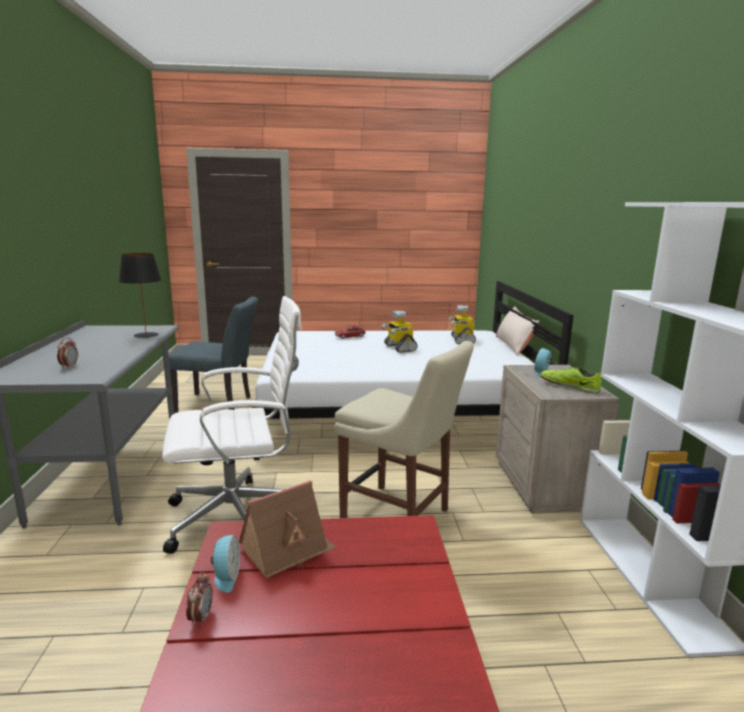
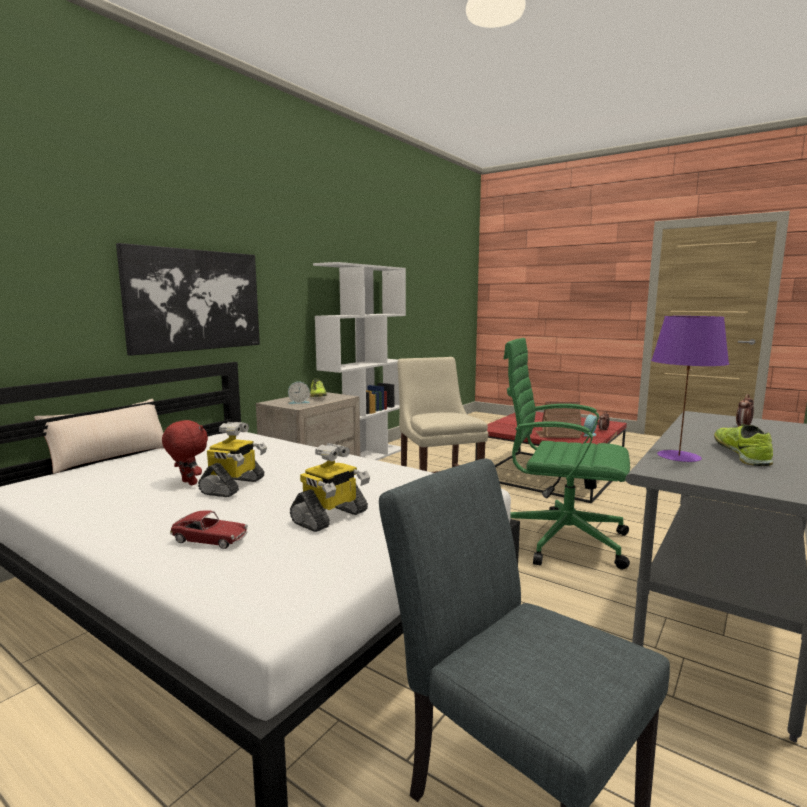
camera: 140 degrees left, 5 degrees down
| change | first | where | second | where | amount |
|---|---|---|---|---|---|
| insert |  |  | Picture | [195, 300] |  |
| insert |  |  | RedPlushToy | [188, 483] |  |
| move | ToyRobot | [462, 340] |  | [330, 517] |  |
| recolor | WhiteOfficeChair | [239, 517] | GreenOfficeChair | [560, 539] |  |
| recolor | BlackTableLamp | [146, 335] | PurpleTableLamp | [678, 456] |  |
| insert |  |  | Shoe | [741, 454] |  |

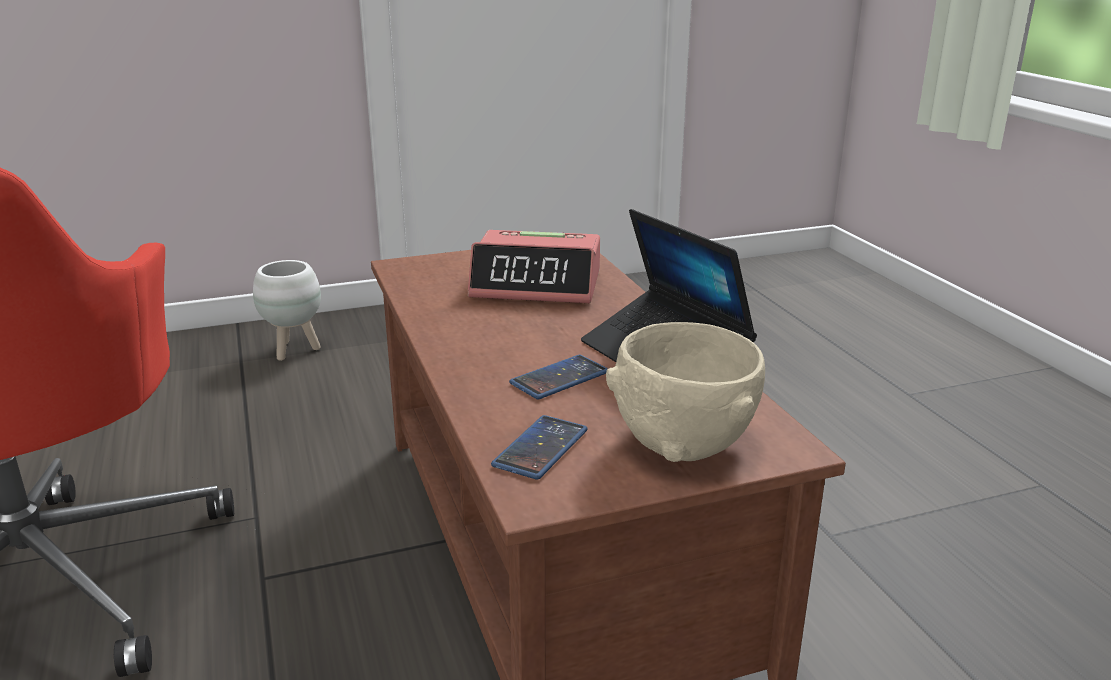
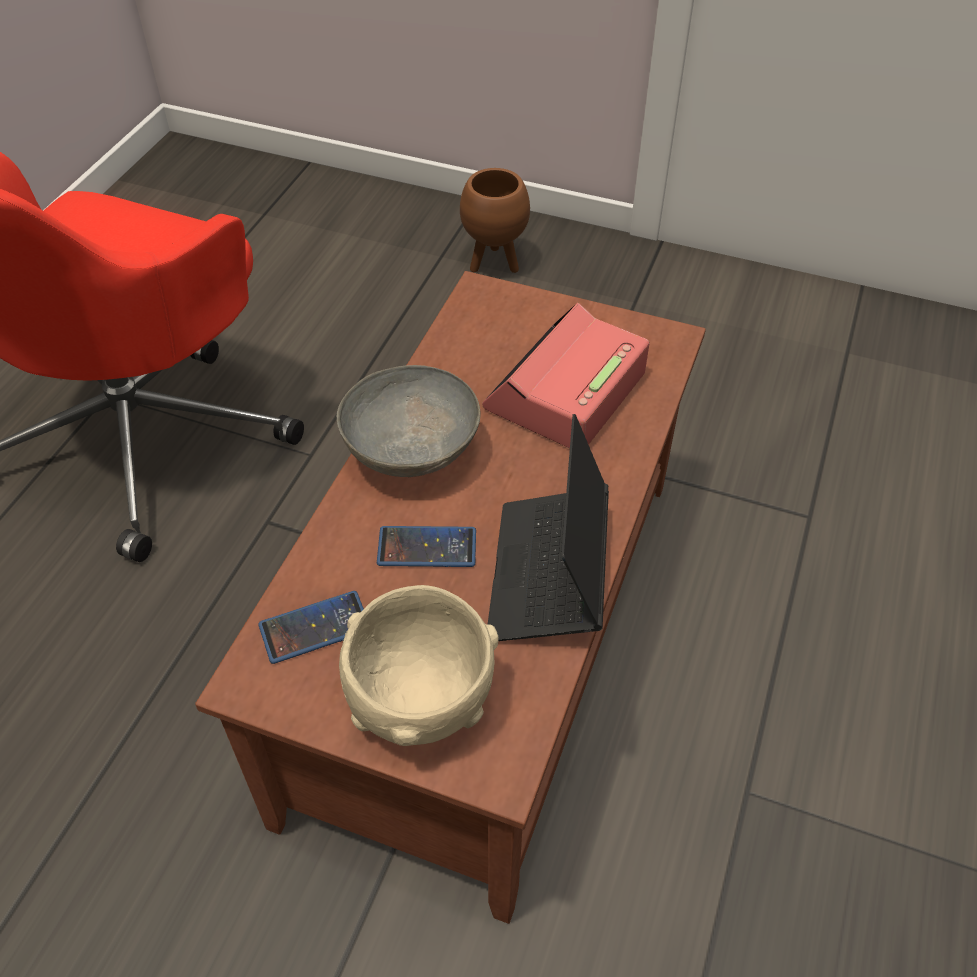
camera: 40 degrees right, 25 degrees up
| change | first | where | second | where | amount |
|---|---|---|---|---|---|
| insert |  |  | GreyBowl | [410, 455] |  |
| recolor | WhitePlanter | [294, 350] | BrownPlanter | [495, 263] |  |
| rotate | AlarmClock | [537, 284] |  | [565, 392] | 75 degrees clockwise |

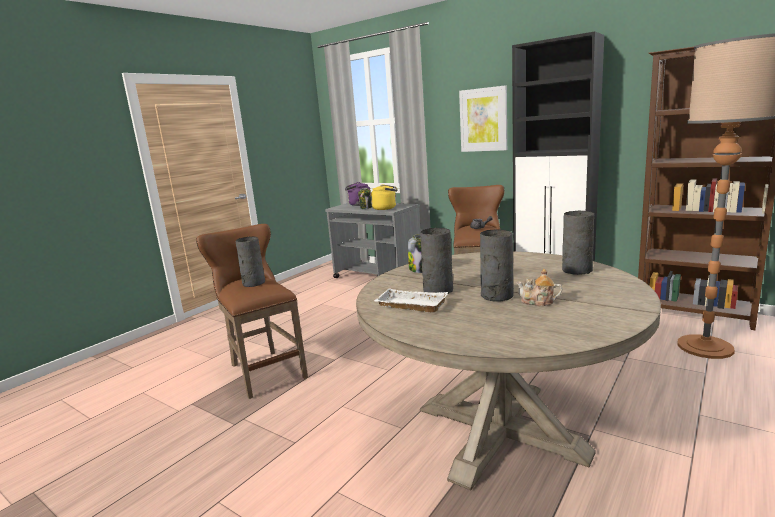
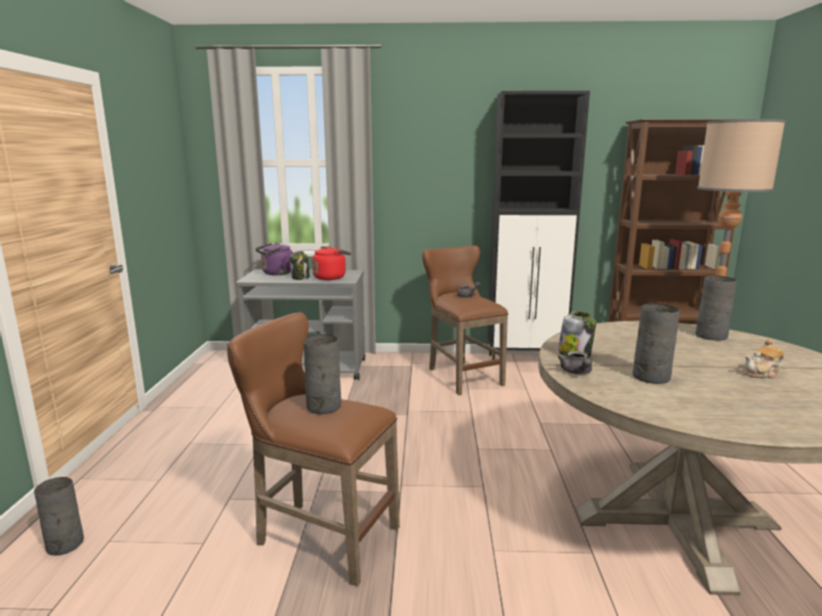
camera: 35 degrees left, 0 degrees up
| change | first | where | second | where | amount |
|---|---|---|---|---|---|
| move | GreyVase | [496, 296] |  | [64, 545] |  |
| recolor | YellowKettle | [386, 208] | RedKettle | [331, 277] |  |
| insert |  |  | GreyTeapot | [577, 372] |  |
| delete | WhiteTray | [409, 305] |  |  |  |
| delete | Picture | [483, 120] |  |  |  |

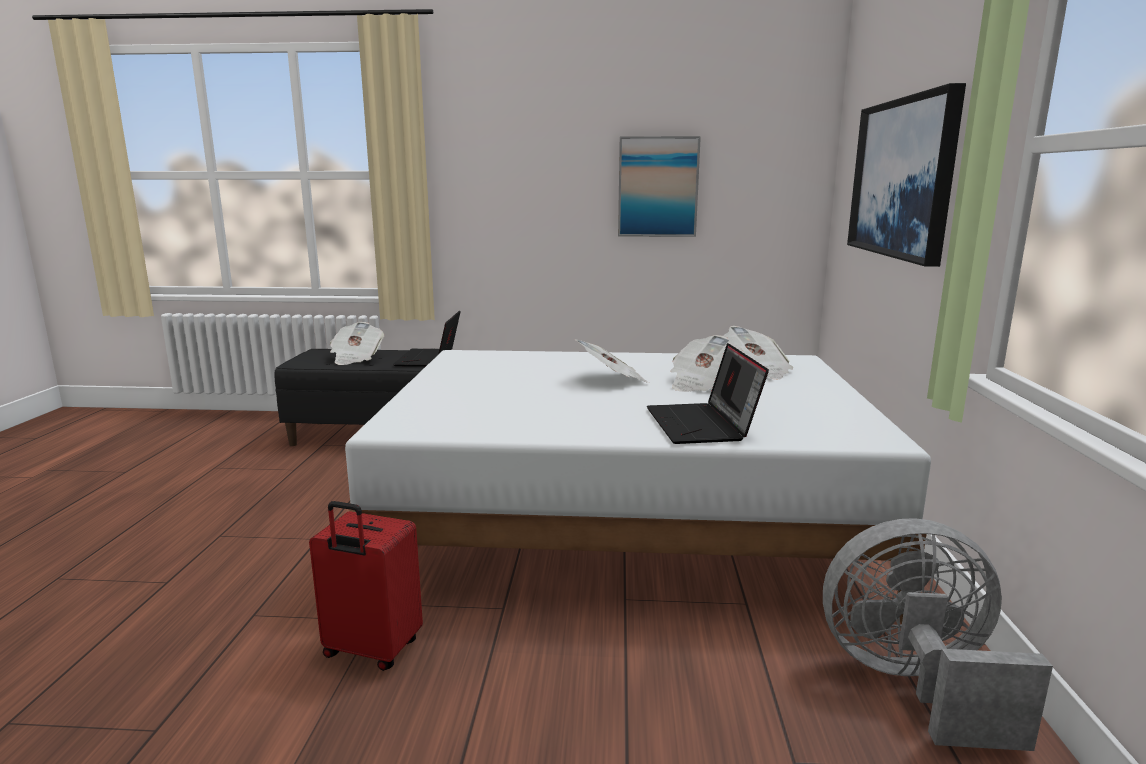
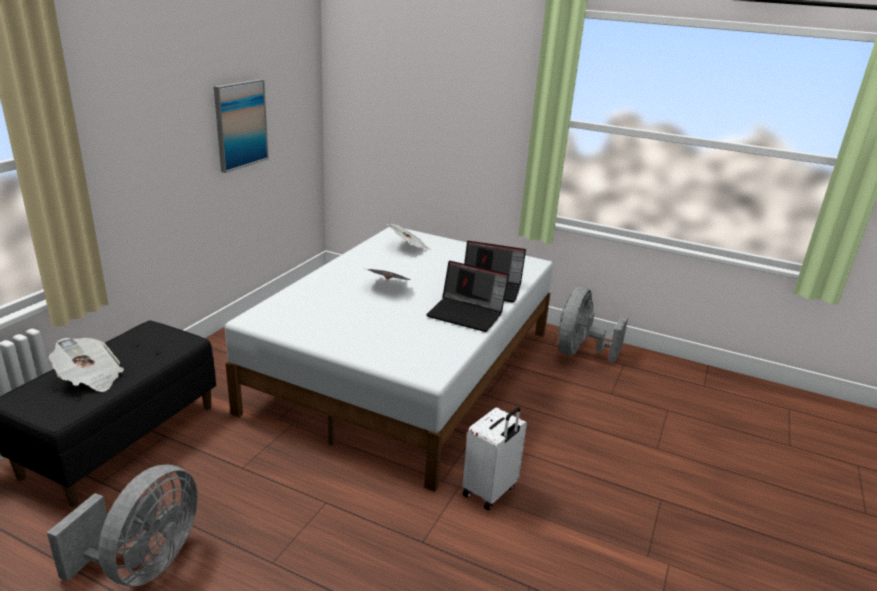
camera: 70 degrees left, 10 degrees up
| change | first | where | second | where | amount |
|---|---|---|---|---|---|
| insert |  |  | GreyFan | [143, 564] |  |
| move | Laptop | [429, 359] |  | [467, 314] |  |
| recolor | RedSuitcase | [371, 650] | WhiteSuitcase | [490, 491] |  |
| delete | Newspaper | [702, 384] |  |  |  |
| delete | Picture | [902, 178] |  |  |  |

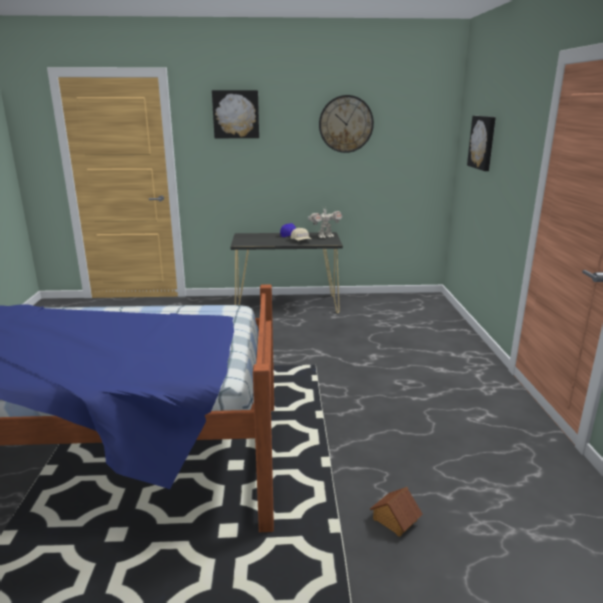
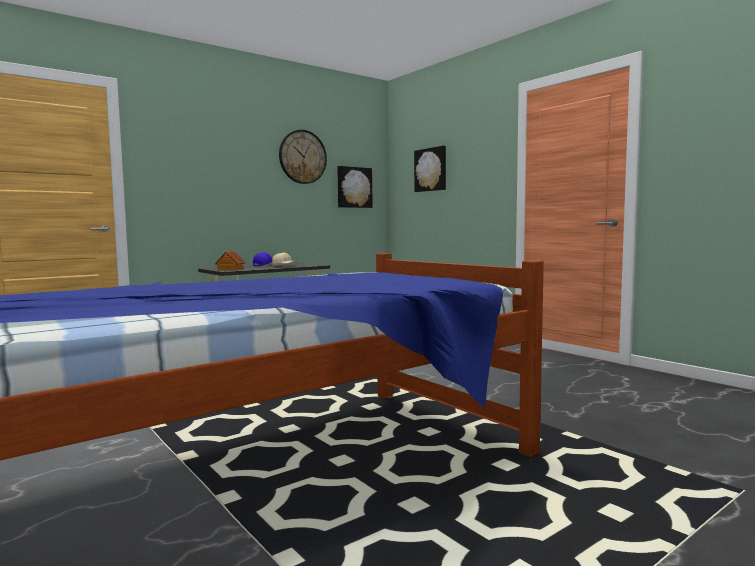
camera: 35 degrees left, 15 degrees down
| change | first | where | second | where | amount |
|---|---|---|---|---|---|
| move | ToyHouse | [394, 520] |  | [230, 269] |  |
| move | Picture | [236, 114] |  | [354, 187] |  |
| delete | ToyRobot | [325, 237] |  |  |  |

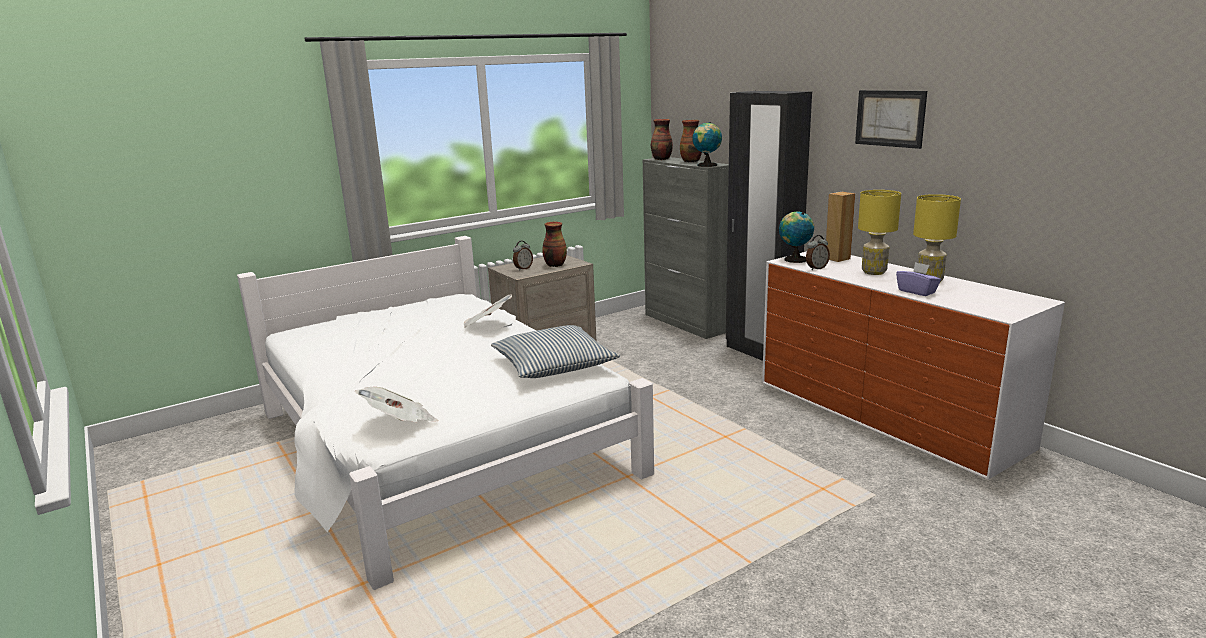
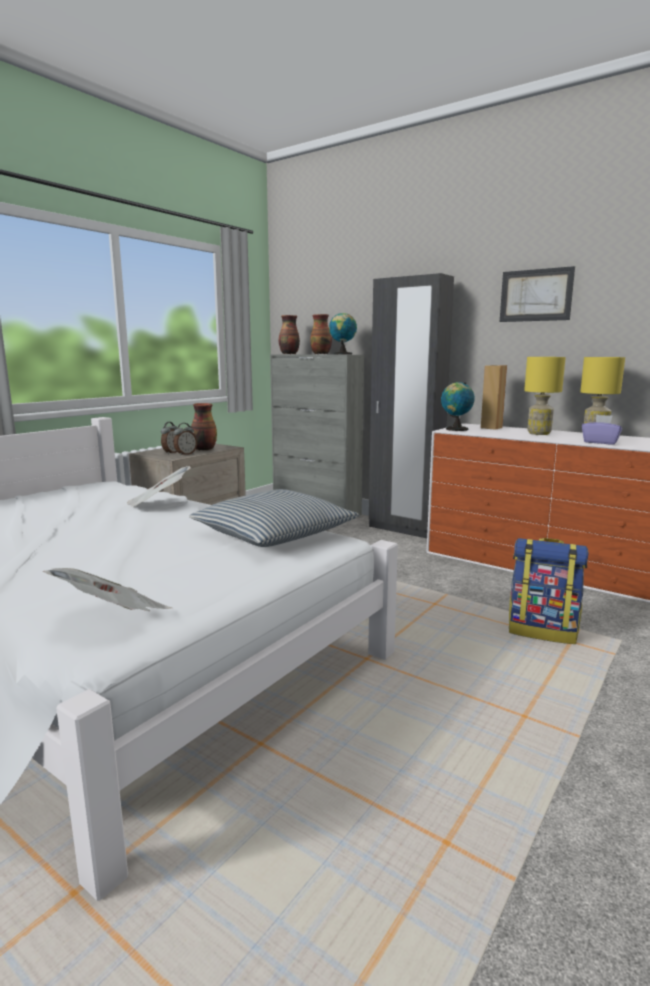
camera: 20 degrees left, 5 degrees down
| change | first | where | second | where | amount |
|---|---|---|---|---|---|
| move | AlarmClock | [816, 268] |  | [185, 454] |  |
| insert |  |  | Backpack | [542, 630] |  |

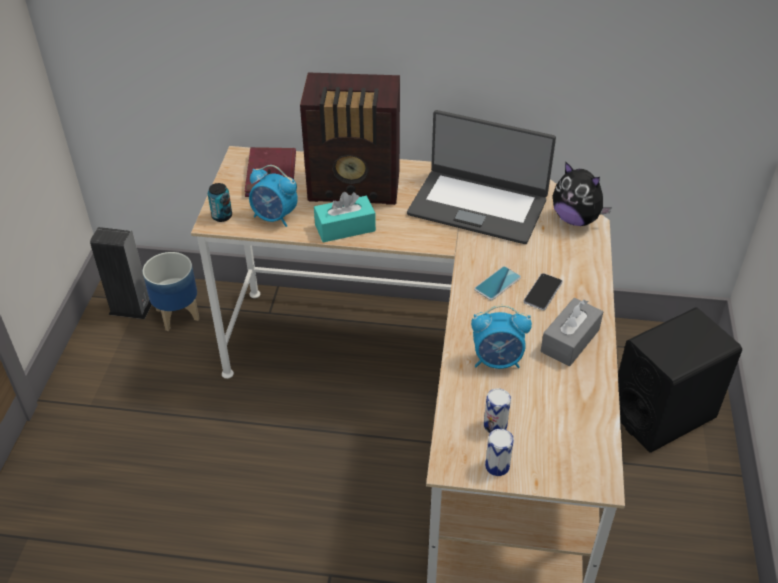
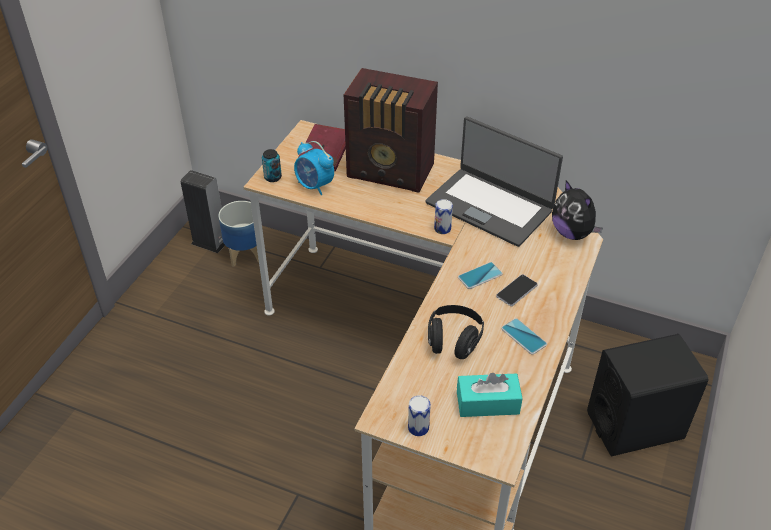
camera: 15 degrees right, 0 degrees up
| change | first | where | second | where | amount |
|---|---|---|---|---|---|
| replace | AlarmClock | [497, 361] | BlackHeadphones | [454, 341] |  |
| move | Can | [495, 425] |  | [442, 228] |  |
| move | TurquoiseTissueBox | [345, 228] |  | [487, 403] |  |
| replace | GreyTissueBox | [570, 340] | Phone | [523, 336] |  |

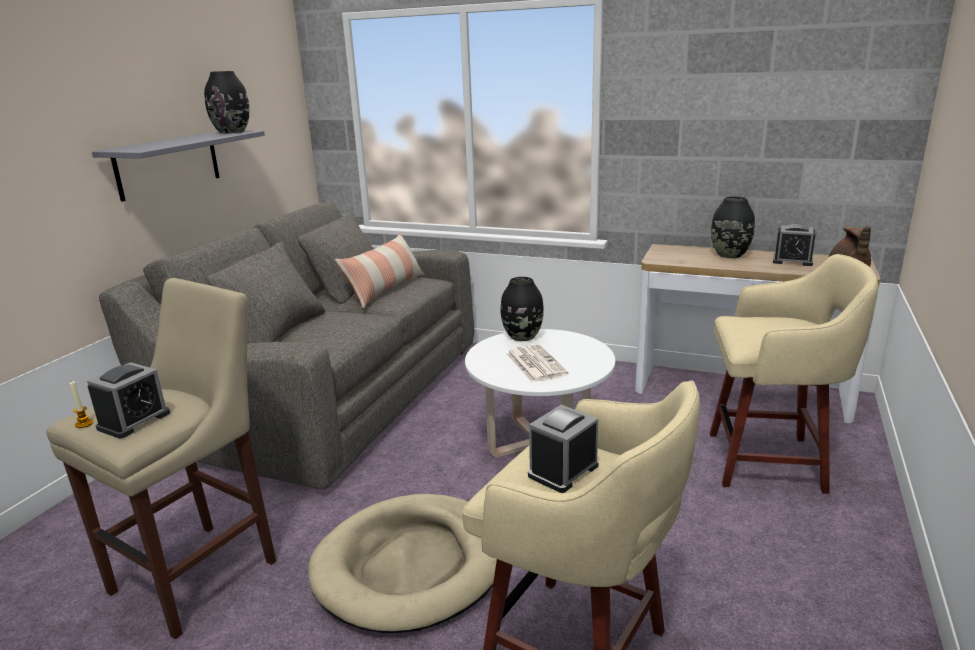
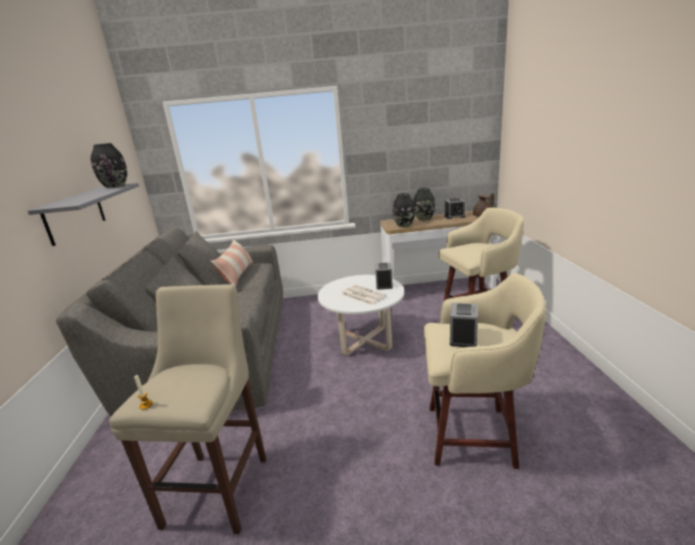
camera: 25 degrees left, 0 degrees up
| change | first | where | second | where | amount |
|---|---|---|---|---|---|
| move | AlarmClock | [134, 421] |  | [384, 284] |  |
| move | BlackVase | [522, 337] |  | [404, 225] |  |
| delete | BeigeDogBed | [412, 566] |  |  |  |

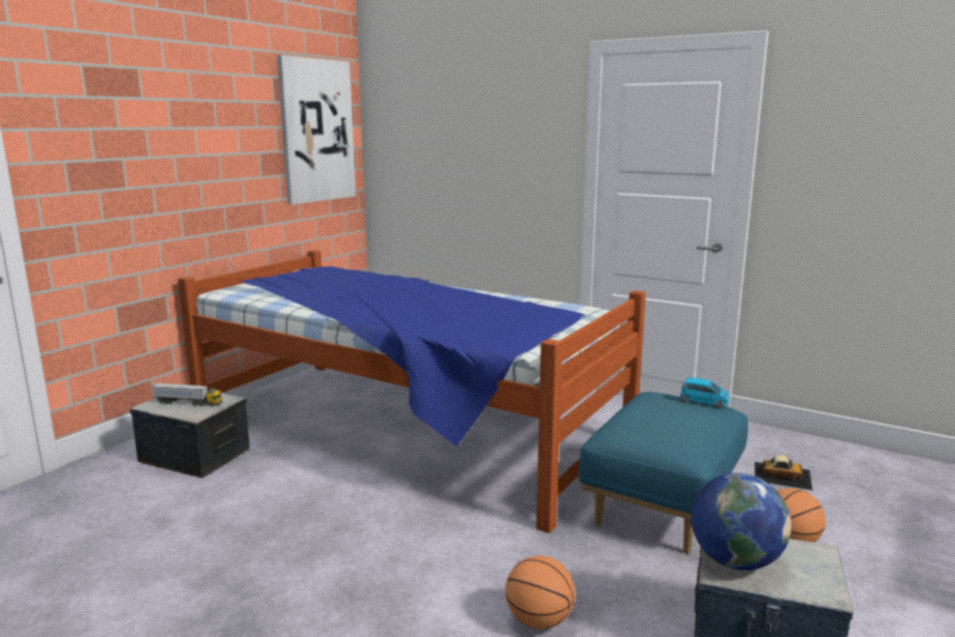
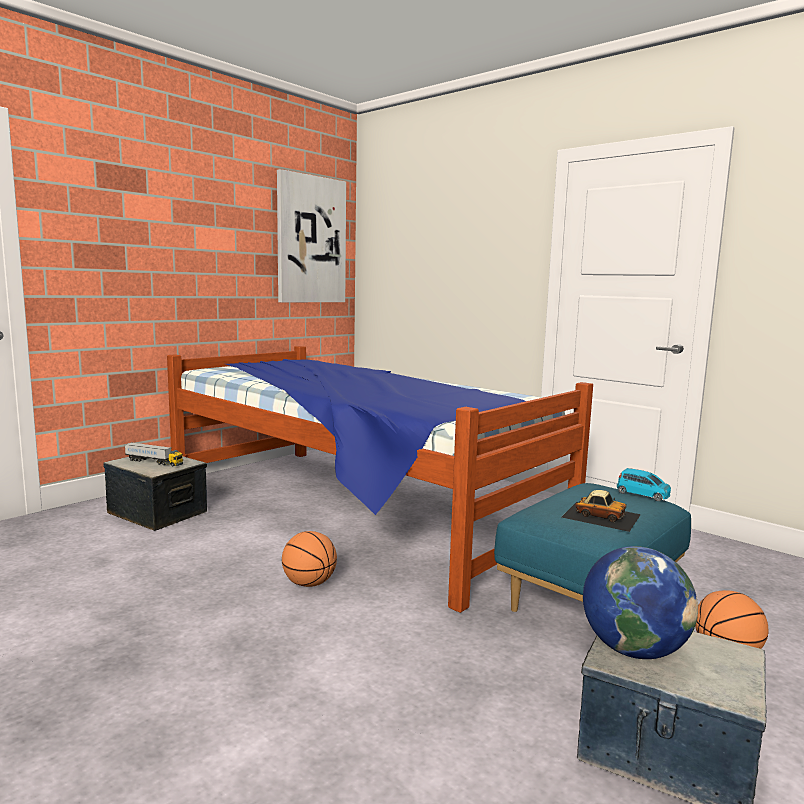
camera: 10 degrees right, 5 degrees down
| change | first | where | second | where | amount |
|---|---|---|---|---|---|
| move | Basketball | [539, 621] |  | [309, 584] |  |
| move | ToyCar | [782, 475] |  | [601, 515] |  |

